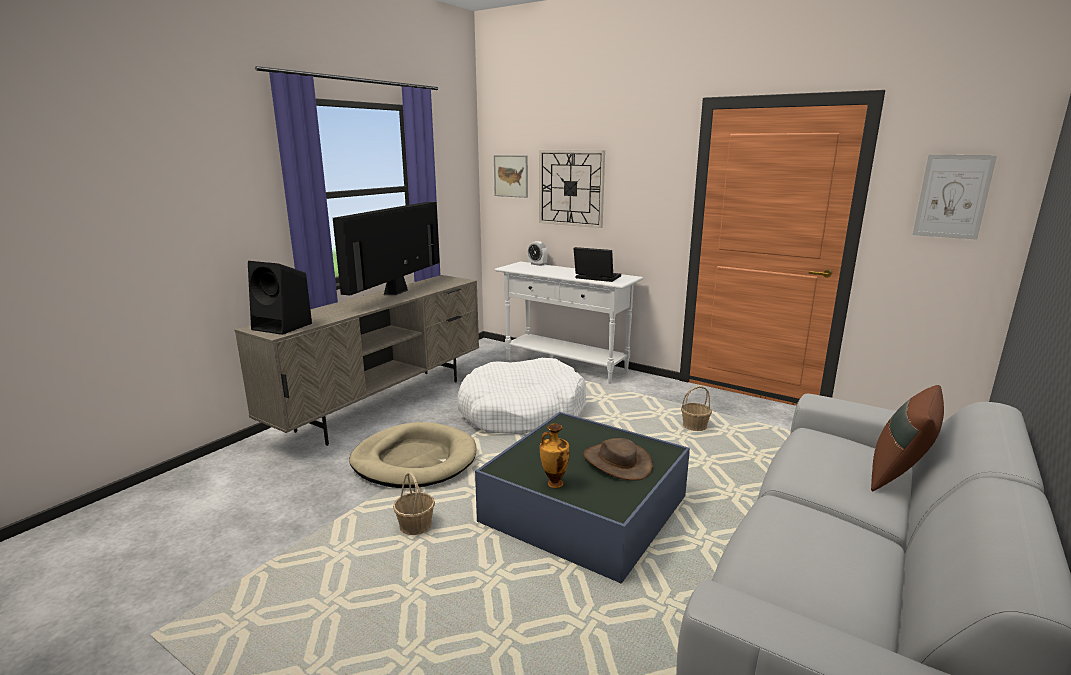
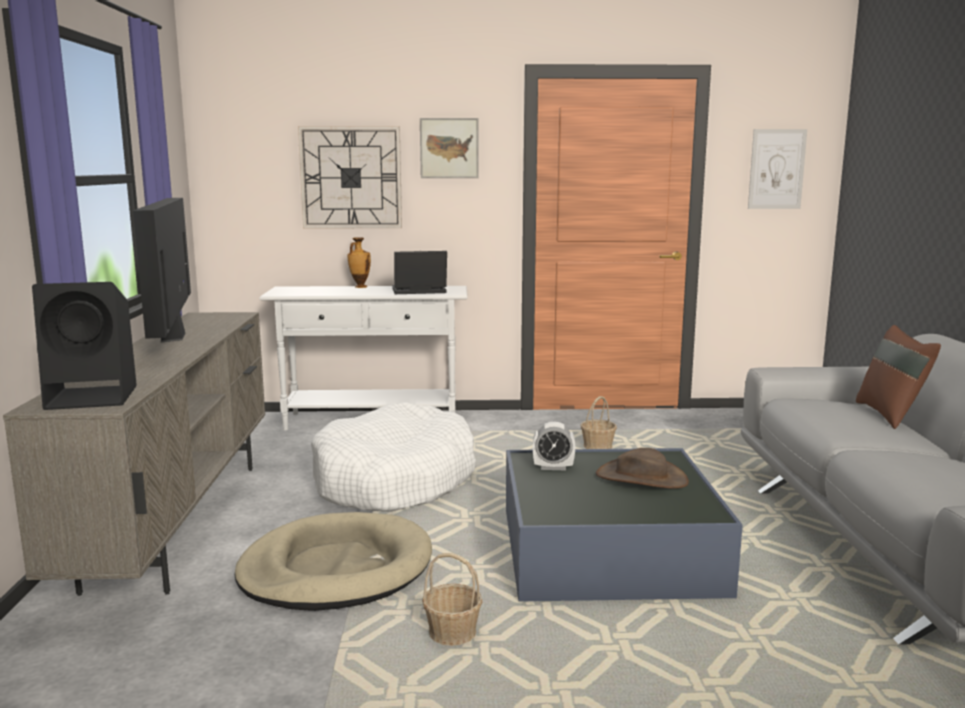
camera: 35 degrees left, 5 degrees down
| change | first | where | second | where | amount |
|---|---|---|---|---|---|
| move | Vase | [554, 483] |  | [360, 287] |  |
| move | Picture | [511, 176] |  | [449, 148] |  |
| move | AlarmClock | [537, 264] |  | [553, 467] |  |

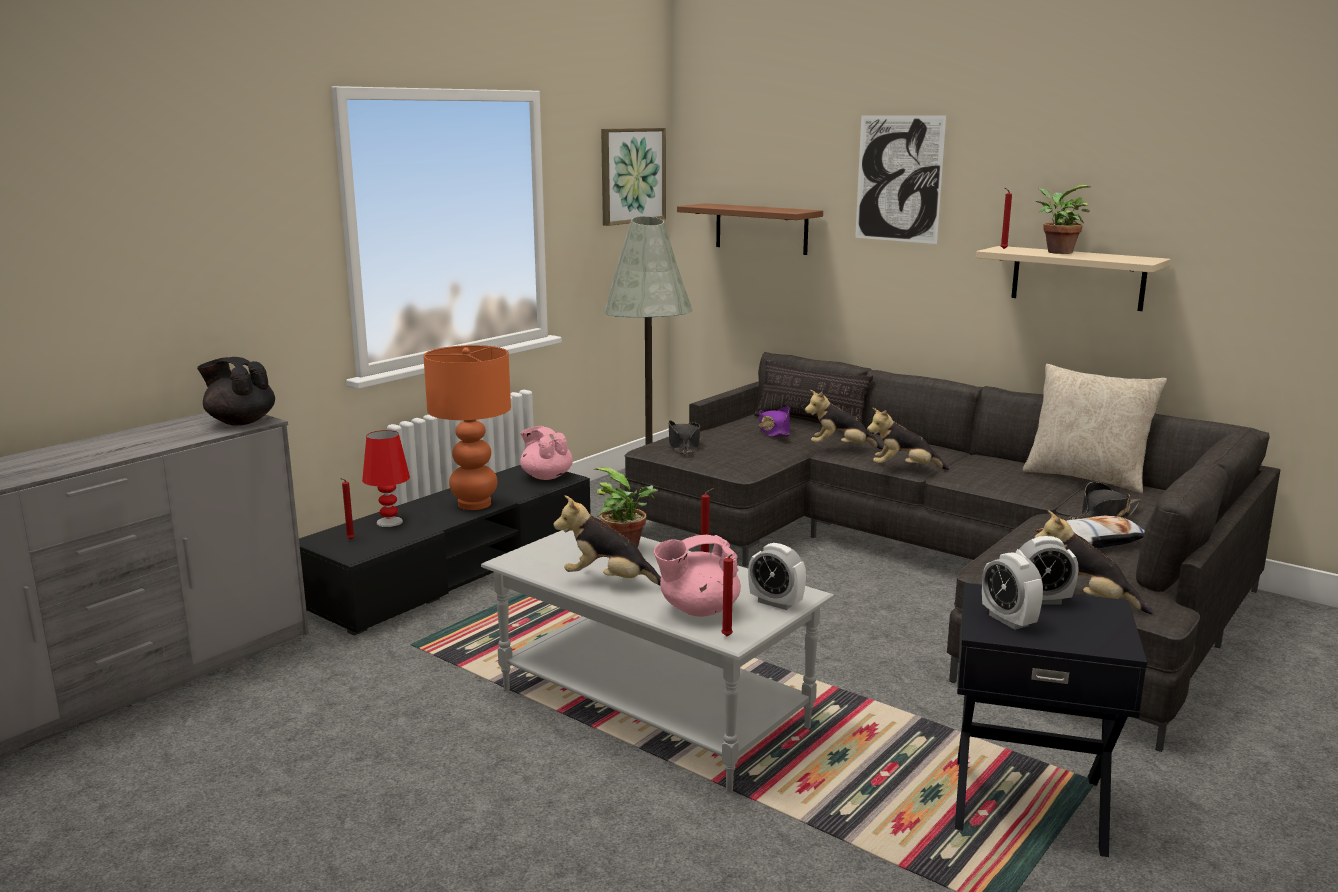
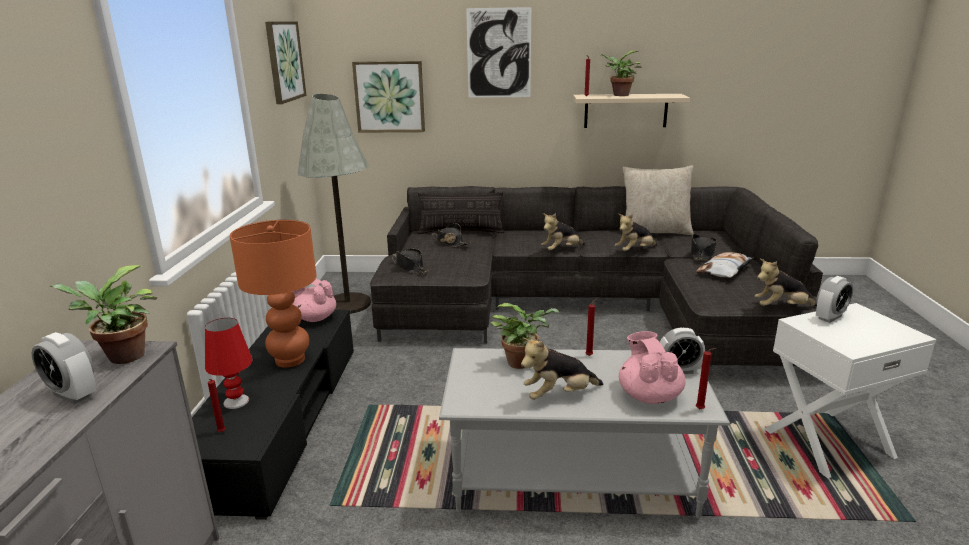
camera: 35 degrees left, 5 degrees up
| change | first | where | second | where | amount |
|---|---|---|---|---|---|
| move | AlarmClock | [1008, 620] |  | [73, 395] |  |
| replace | BlackTeapot | [240, 422] | PottedPlant | [121, 357] |  |
| replace | BrownShelf | [761, 228] | Picture | [389, 97] |  |
| recolor | PurpleHat | [774, 431] | BlackHat | [450, 242] |  |
| move | PlushToy | [840, 448] |  | [635, 251] |  |
| rotate | PinkTeapot | [698, 610] |  | [649, 395] | 135 degrees clockwise |
| recolor | BlackSideTable | [1027, 802] | WhiteSideTable | [826, 442] |  |

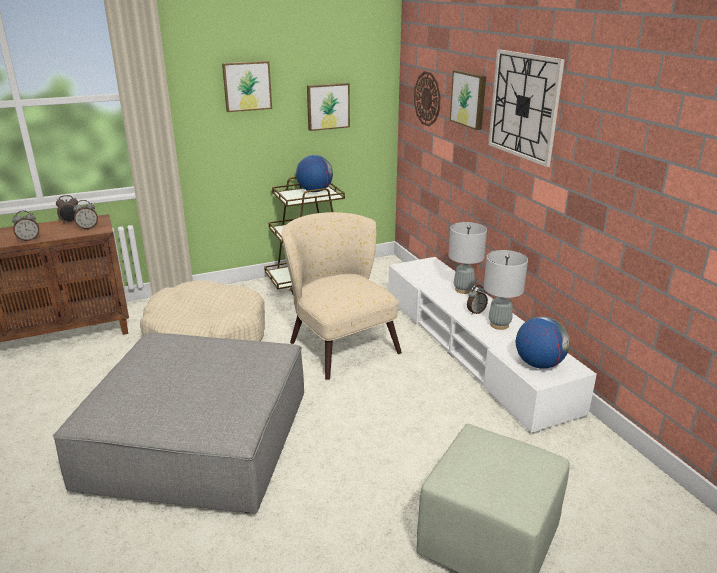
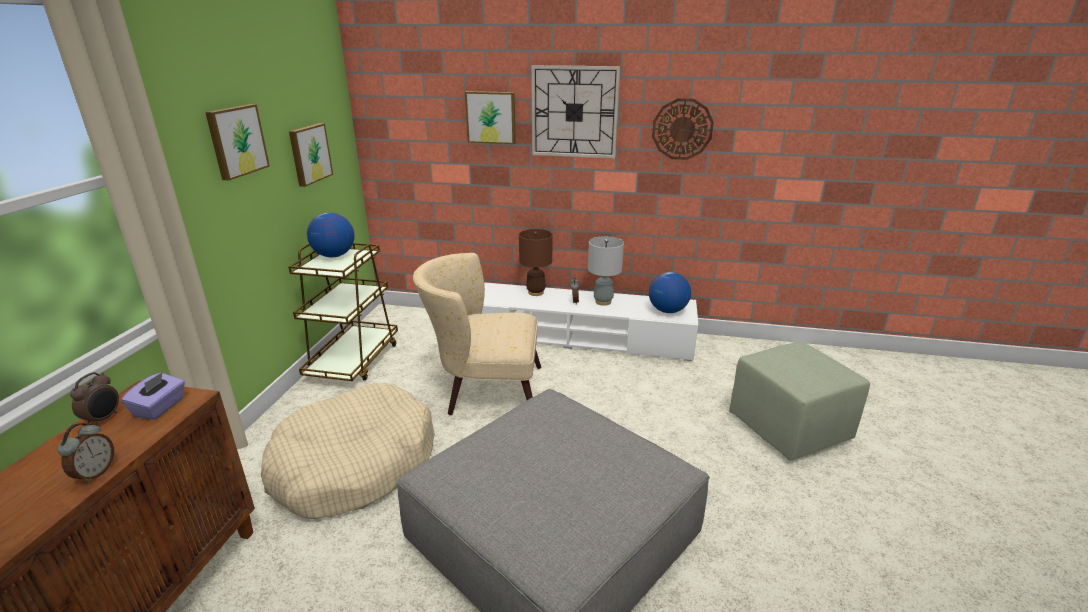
camera: 55 degrees left, 0 degrees up
| change | first | where | second | where | amount |
|---|---|---|---|---|---|
| replace | AlarmClock | [88, 228] | PurpleTissueBox | [160, 407] |  |
| recolor | GreyTableLamp | [463, 290] | BrownTableLamp | [536, 292] |  |
| move | WallClock | [427, 99] |  | [682, 129] |  |

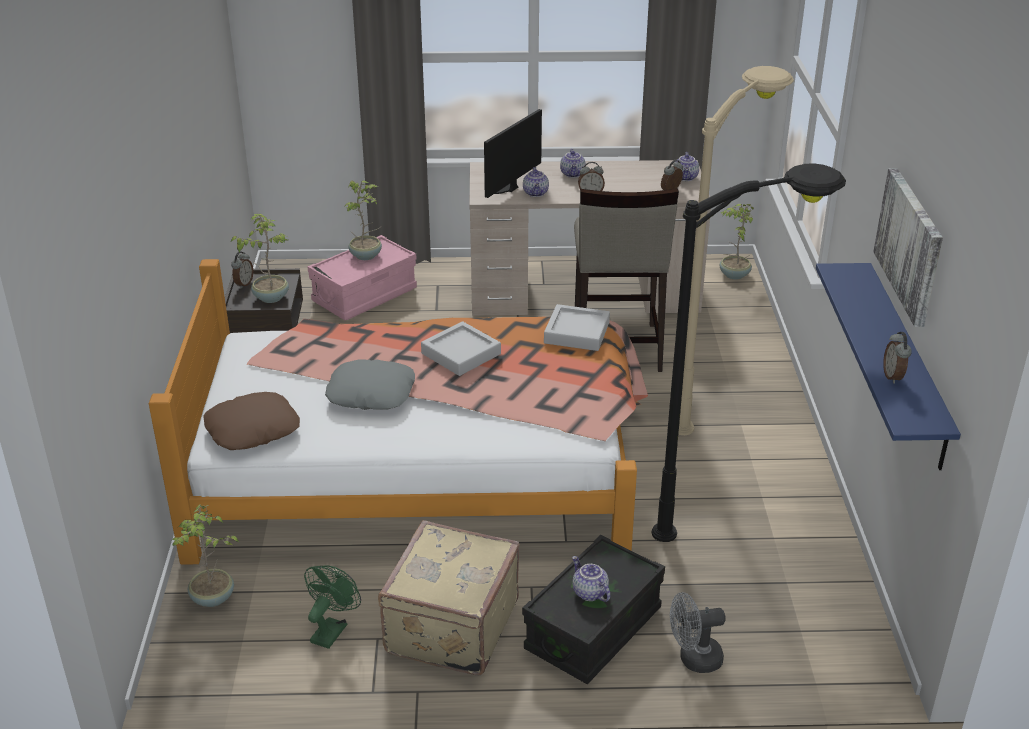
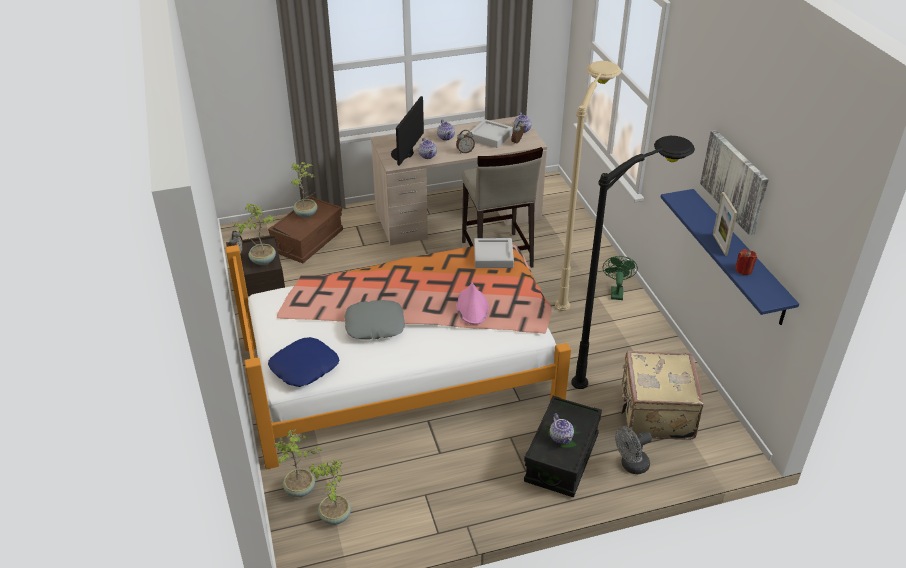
camera: 15 degrees left, 5 degrees up
| change | first | where | second | where | amount |
|---|---|---|---|---|---|
| recolor | PinkStorageBox | [364, 295] | BrownStorageBox | [308, 241] |  |
| recolor | BrownPillow | [252, 429] | BluePillow | [304, 367] |  |
| move | PottedPlant | [733, 275] |  | [334, 516] |  |
| insert |  |  | PinkHat | [472, 307] |  |
| move | GreyTray | [461, 354] |  | [490, 137] |  |
| rotate | Teapot | [589, 593] |  | [561, 437] | 150 degrees counterclockwise |
| move | GreenFan | [331, 629] |  | [616, 291] |  |
| move | BeigeSuitcase | [449, 626] |  | [655, 413] |  |
| insert |  |  | PictureFrame | [719, 244] |  |
| replace | AlarmClock | [893, 377] | RedCandle | [743, 270] |  |

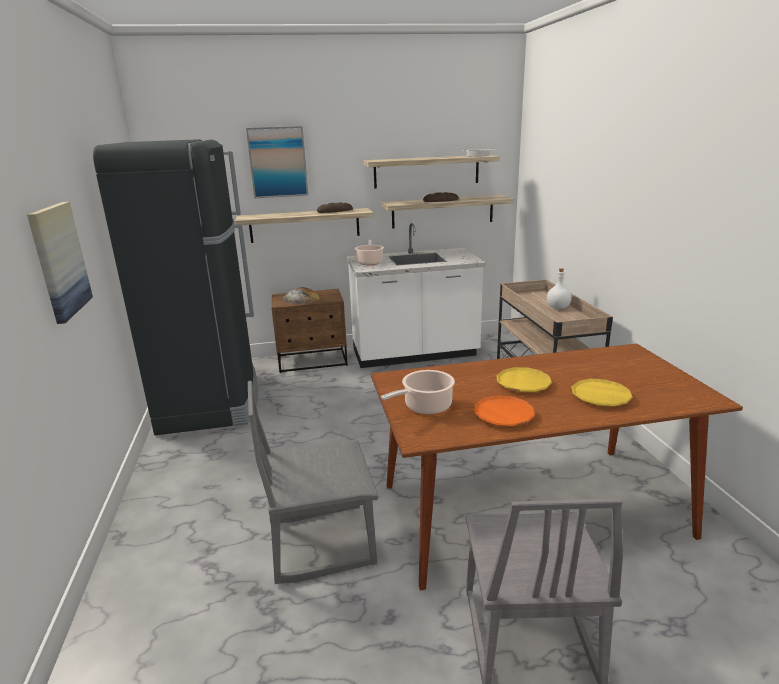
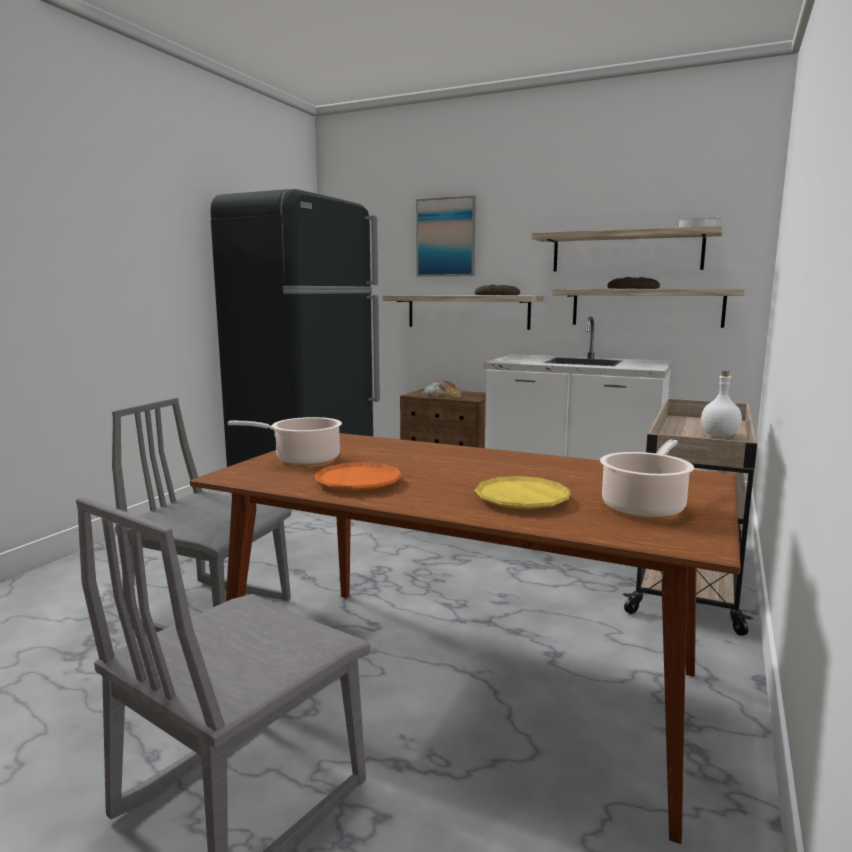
camera: 35 degrees right, 10 degrees down
| change | first | where | second | where | amount |
|---|---|---|---|---|---|
| move | CookingPot | [370, 262] |  | [644, 506] |  |
| delete | Picture | [59, 260] |  |  |  |
| delete | YellowPlate | [523, 383] |  |  |  |

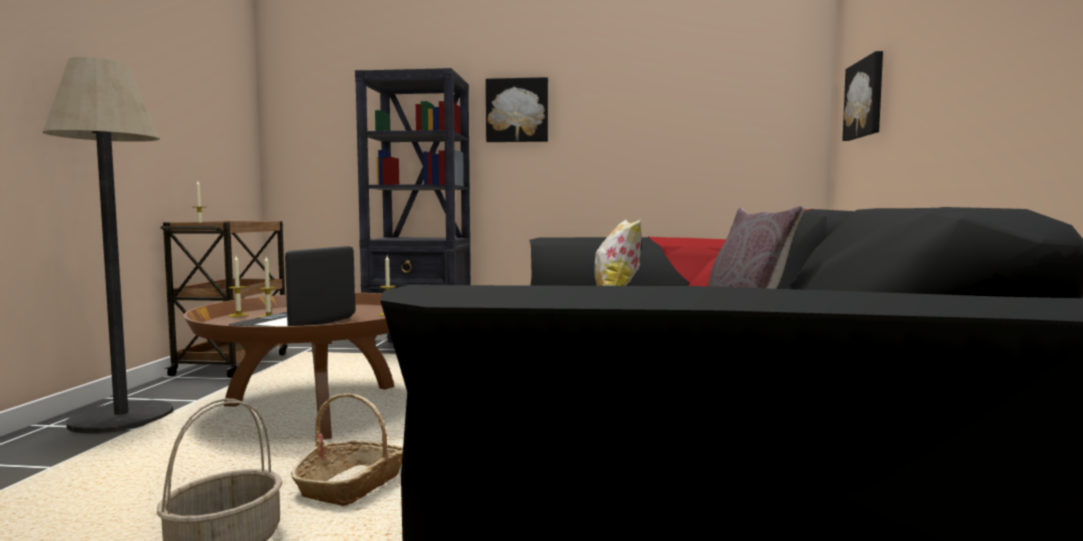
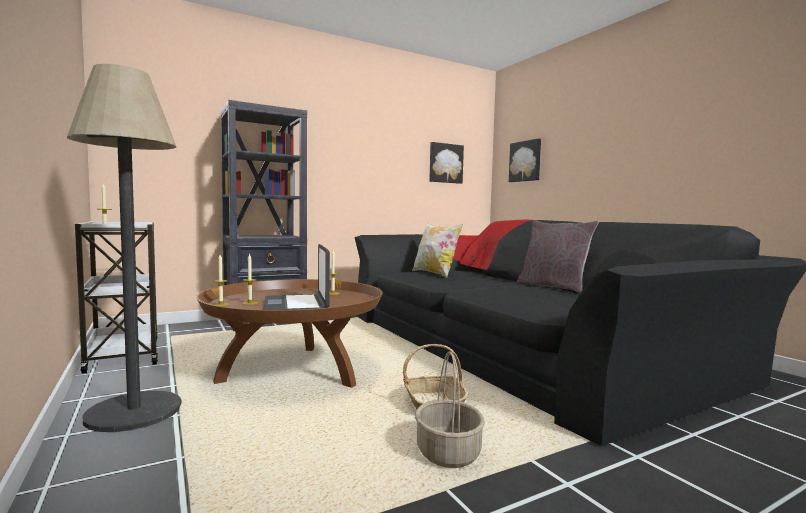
camera: 35 degrees left, 0 degrees up
| change | first | where | second | where | amount |
|---|---|---|---|---|---|
| recolor | BrownCart | [233, 363] | WhiteCart | [123, 354] |  |
| move | Picture | [517, 110] |  | [445, 163] |  |

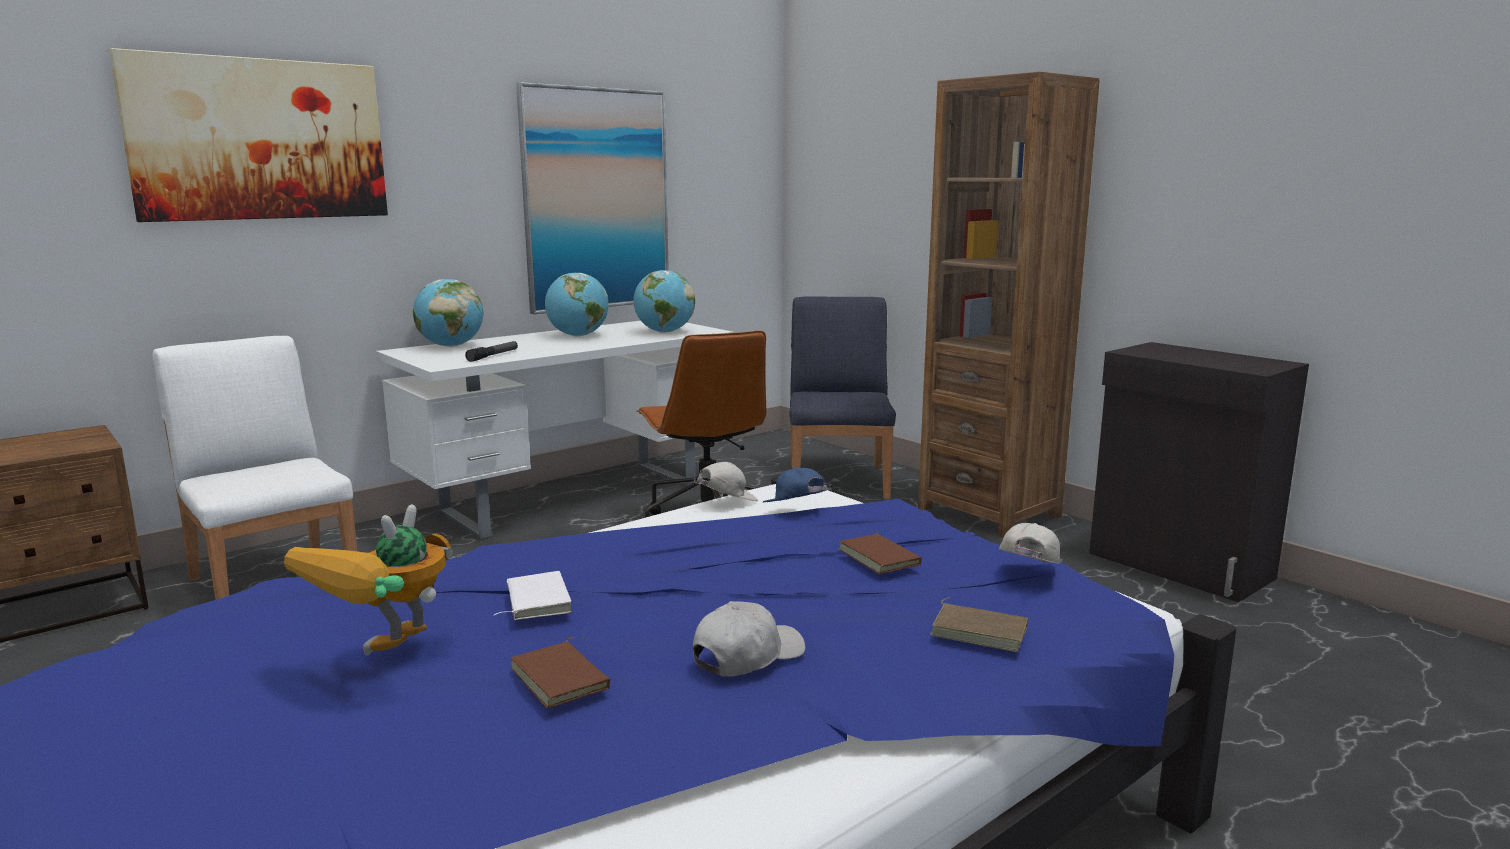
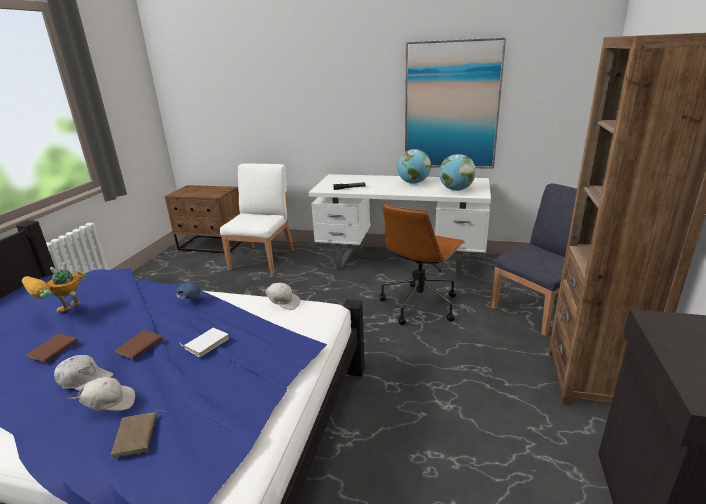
camera: 55 degrees right, 10 degrees up
| change | first | where | second | where | amount |
|---|---|---|---|---|---|
| rotate | ToyRobot | [388, 660] |  | [64, 314] | 45 degrees counterclockwise |
| move | WhiteCap | [1027, 573] |  | [109, 405] |  |
| move | BrownBook | [881, 557] |  | [141, 347] |  |
| move | BlueCap | [795, 510] |  | [191, 302] |  |
| move | WhiteBook | [535, 601] |  | [206, 343] |  |
| delete | Picture | [260, 140] |  |  |  |
| delete | Globe | [451, 346] |  |  |  |

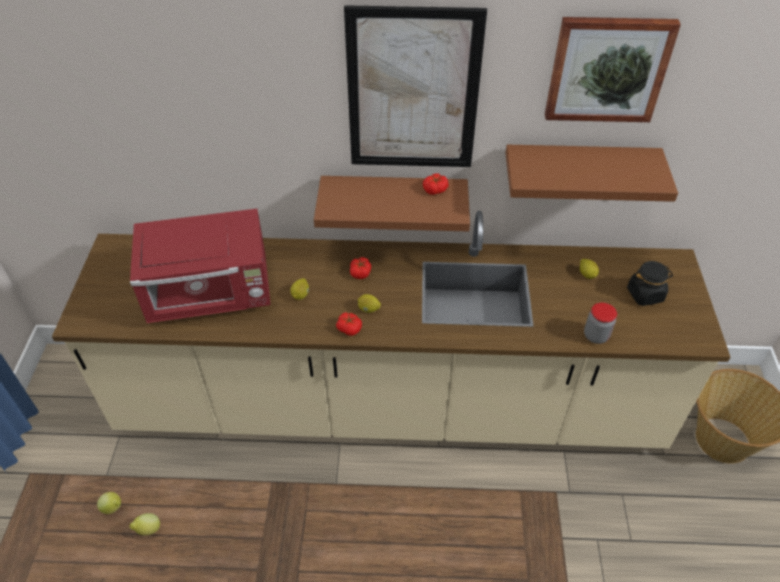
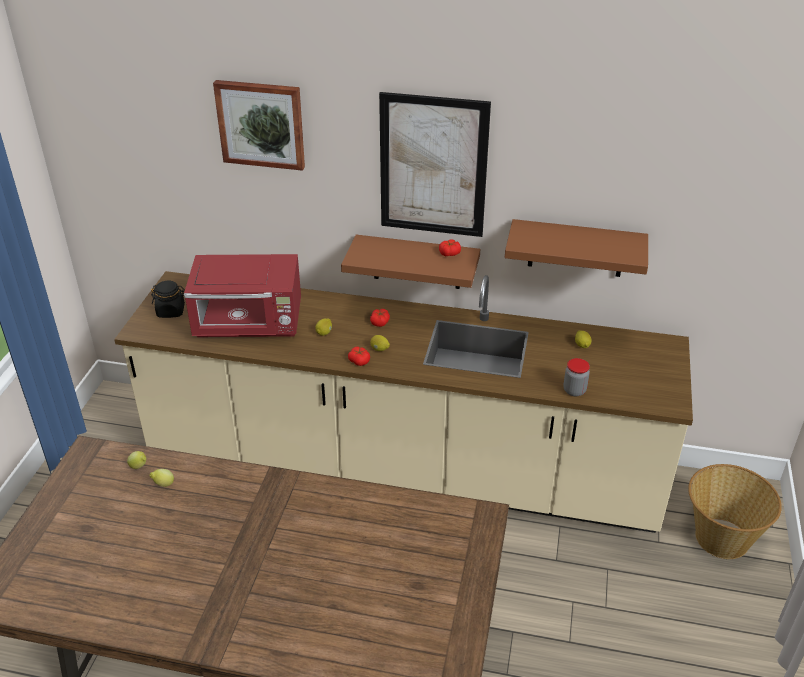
camera: 10 degrees right, 10 degrees down
| change | first | where | second | where | amount |
|---|---|---|---|---|---|
| move | BlackJar | [645, 294] |  | [171, 311] |  |
| move | Picture | [607, 69] |  | [261, 124] |  |

